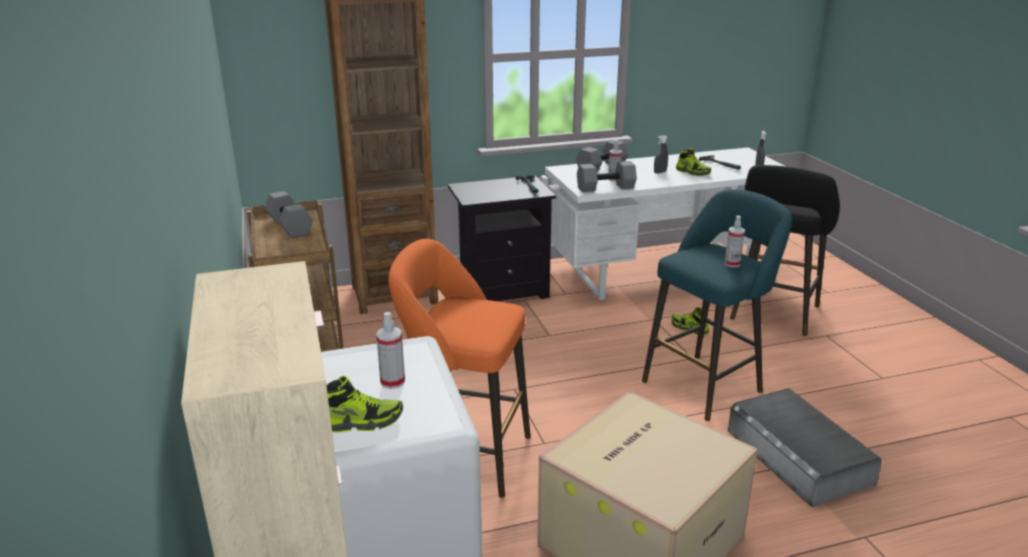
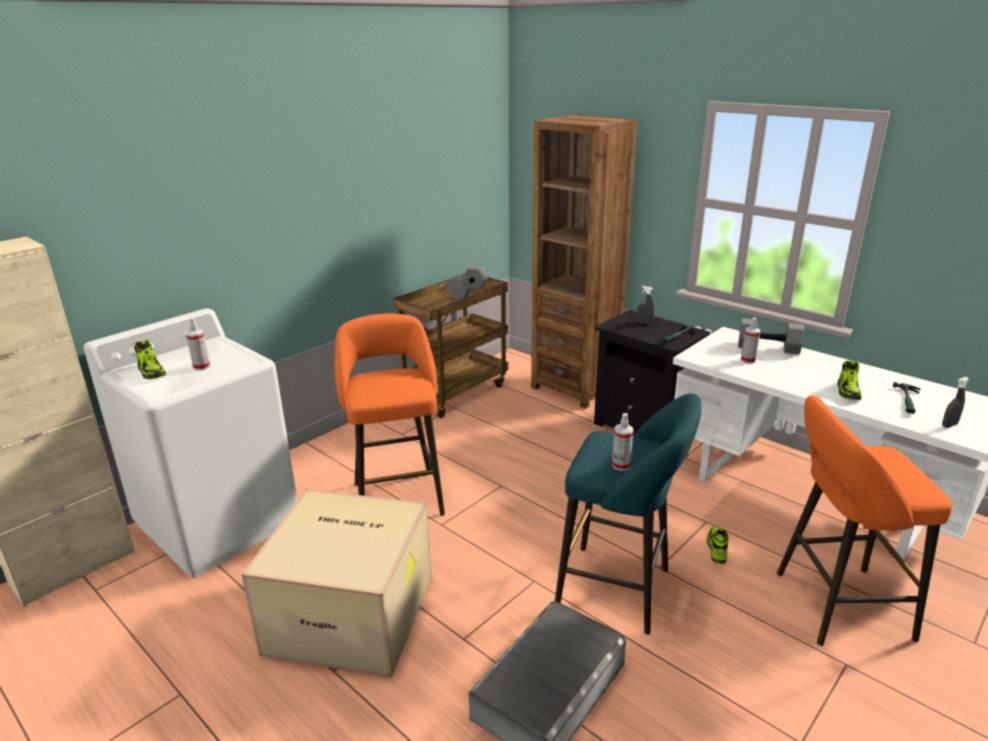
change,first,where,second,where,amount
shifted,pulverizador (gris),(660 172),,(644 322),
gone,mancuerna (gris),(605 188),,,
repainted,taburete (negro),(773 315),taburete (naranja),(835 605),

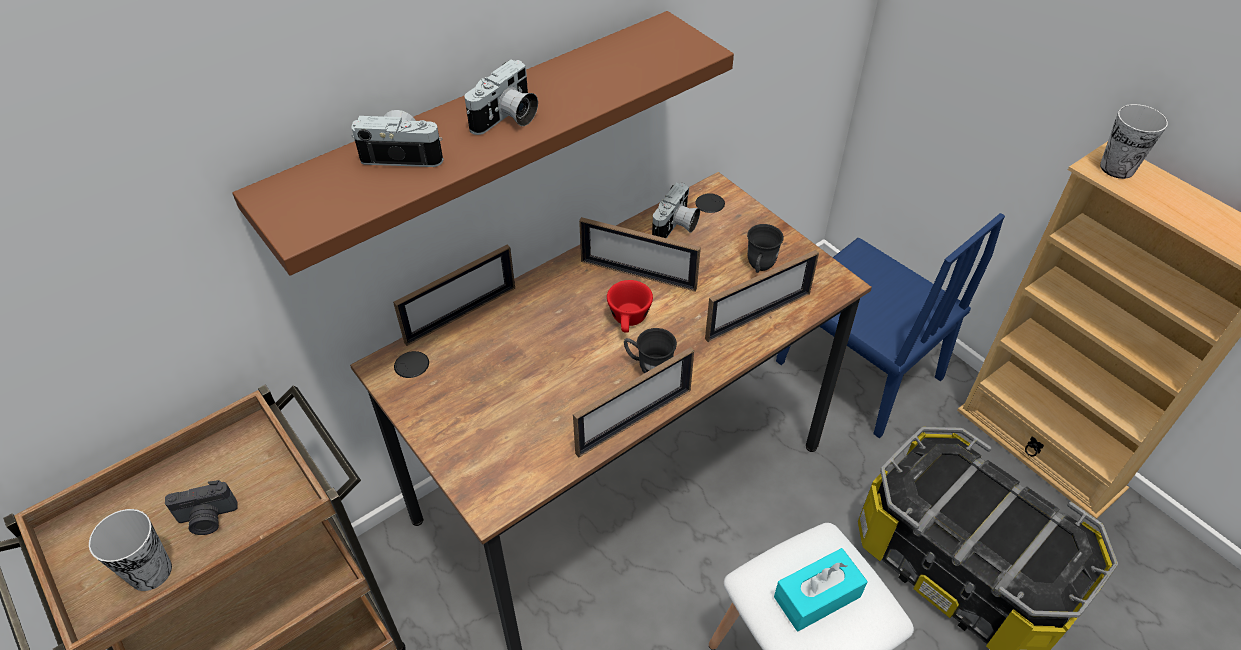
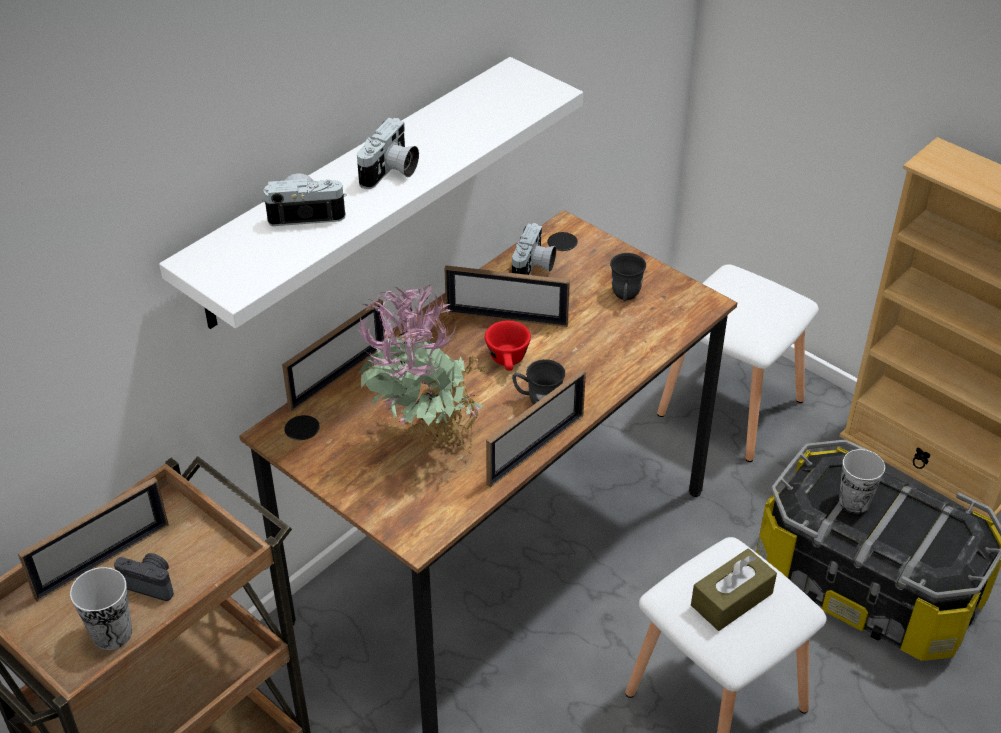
change,first,where,second,where,amount
repainted,estante (marrón),(479 135),estante (blanco),(353 192),
shifted,taza,(1117 168),,(854 502),
swapped,silla (azul),(858 369),taburete (blanco),(730 409),
shifted,portarretratos,(758 316),,(102 560),
rotated,cámara,(207 519),,(151 583),135 degrees counterclockwise
repainted,caja de pañuelos (turquesa),(817 596),caja de pañuelos (marrón),(731 599),
new,,,planta en maceta,(426 446),

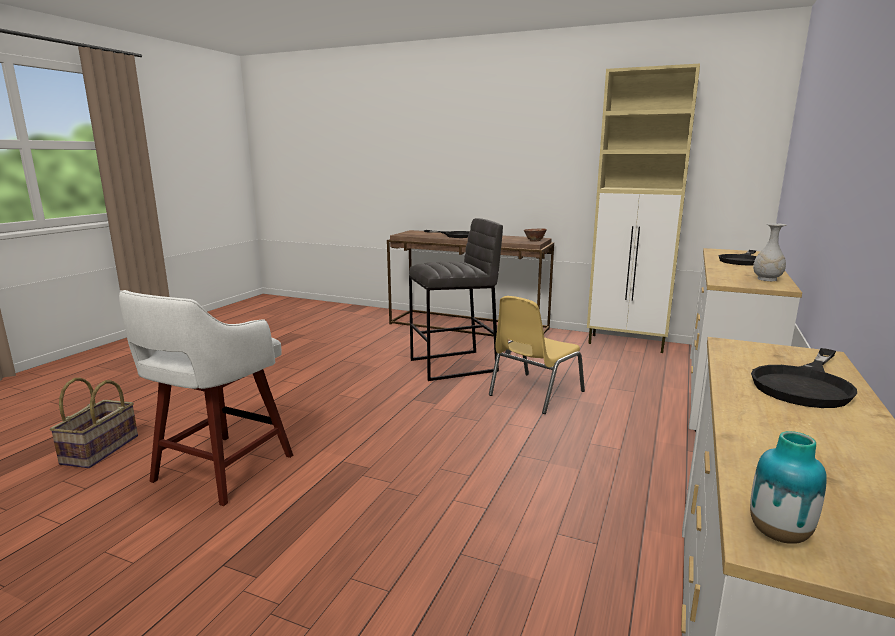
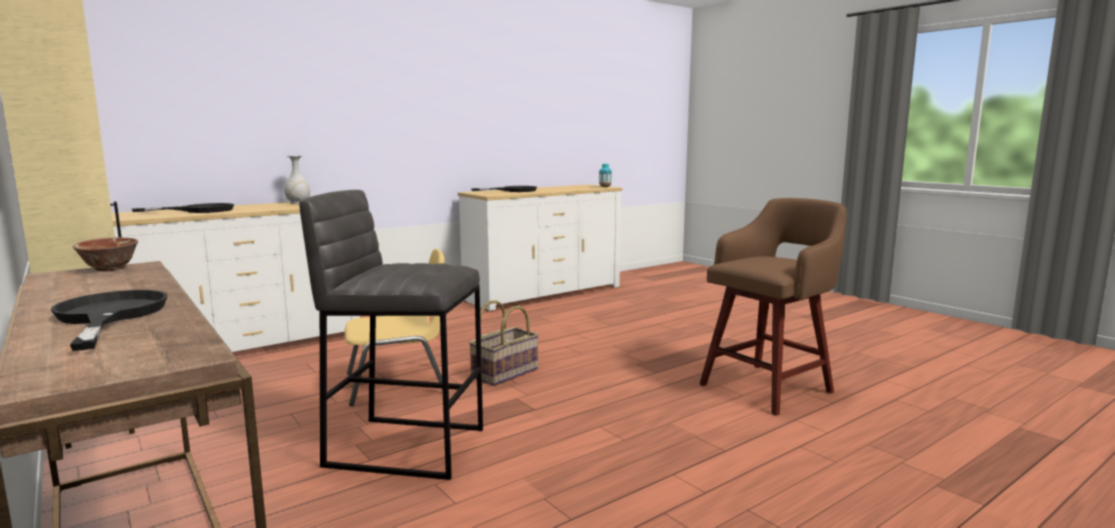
change,first,where,second,where,amount
repainted,taburete (blanco),(220 470),taburete (marrón),(768 387),
shifted,cesta,(101 450),,(504 373),

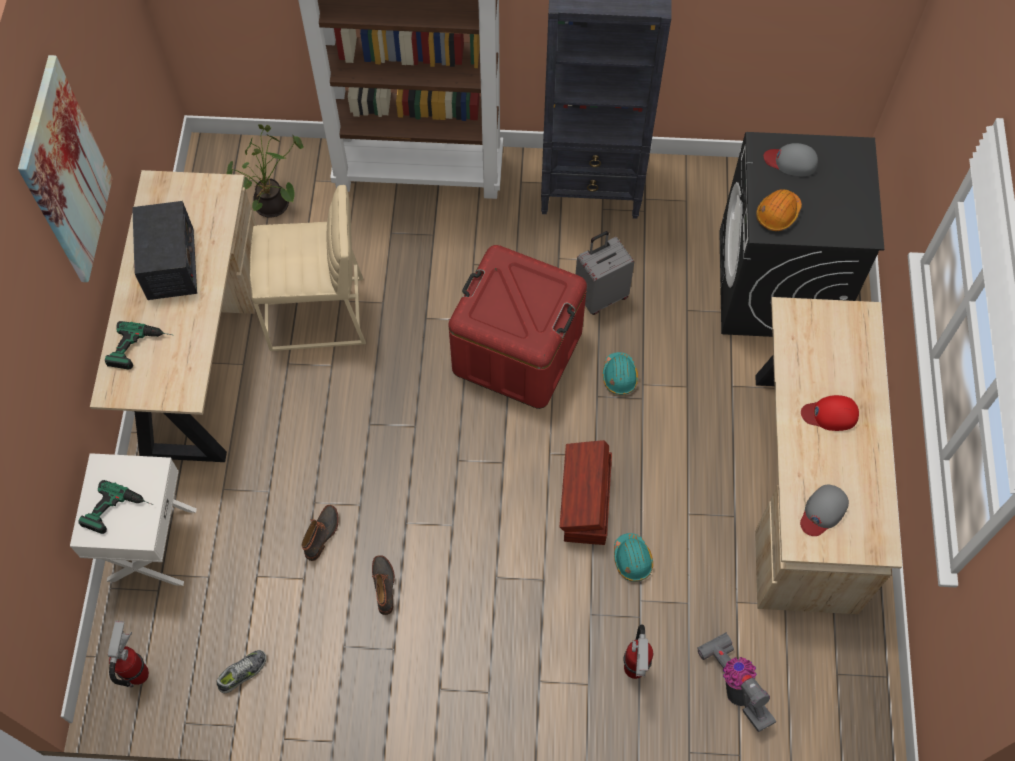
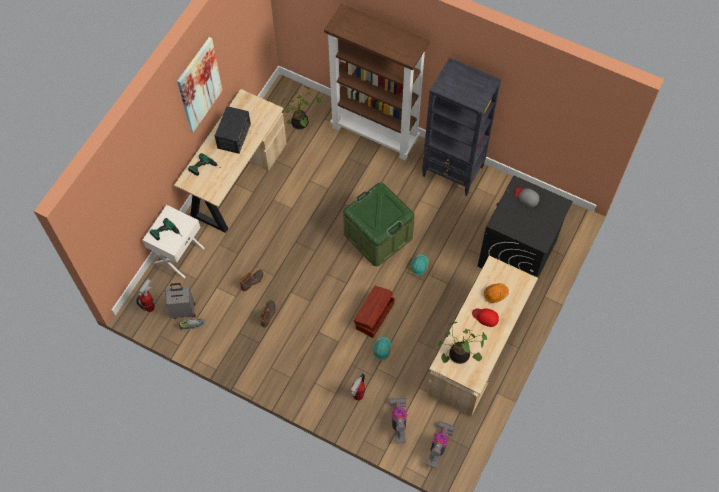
change,first,where,second,where,amount
gone,taburete (beis),(318 314),,,
shifted,casco (naranja),(777 214),,(495 294),
shifted,maleta (gris),(600 295),,(183 310),
repainted,caja de almacenaje (rojo),(517 351),caja de almacenaje (verde),(378 236),
swapped,gorra (gris),(823 511),planta en maceta,(458 356),
new,,,aspiradora,(439 446),

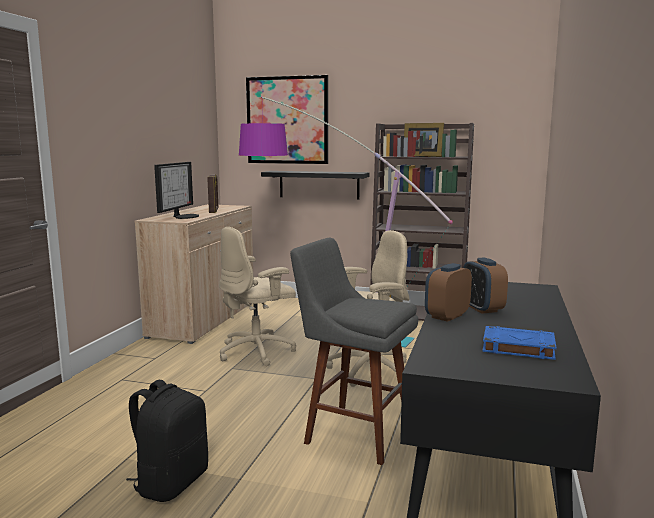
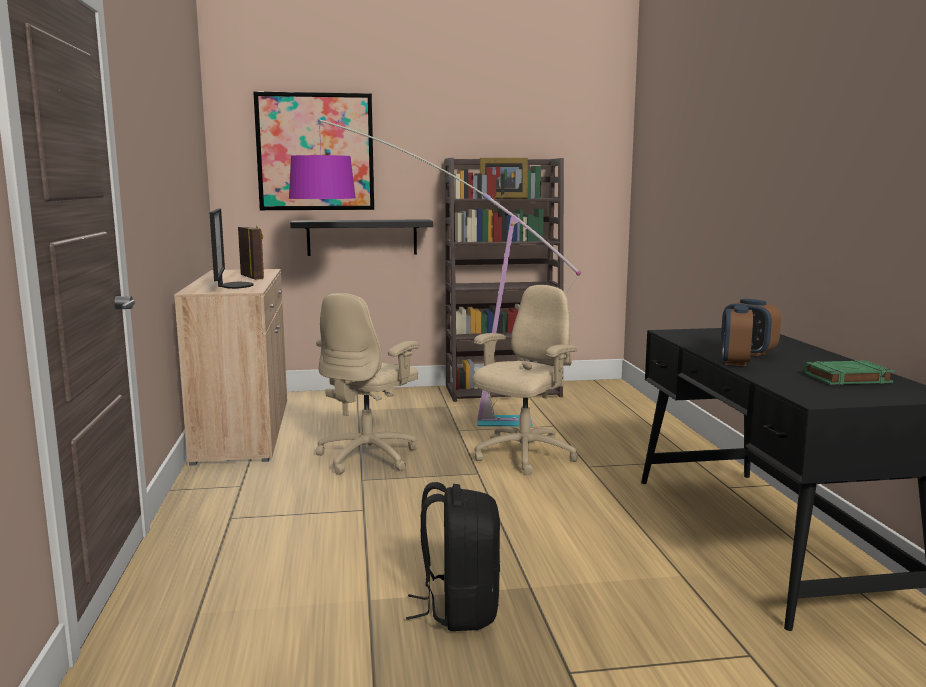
change,first,where,second,where,amount
gone,taburete (gris),(353 433),,,
repainted,libro (azul),(517 348),libro (verde),(846 378),

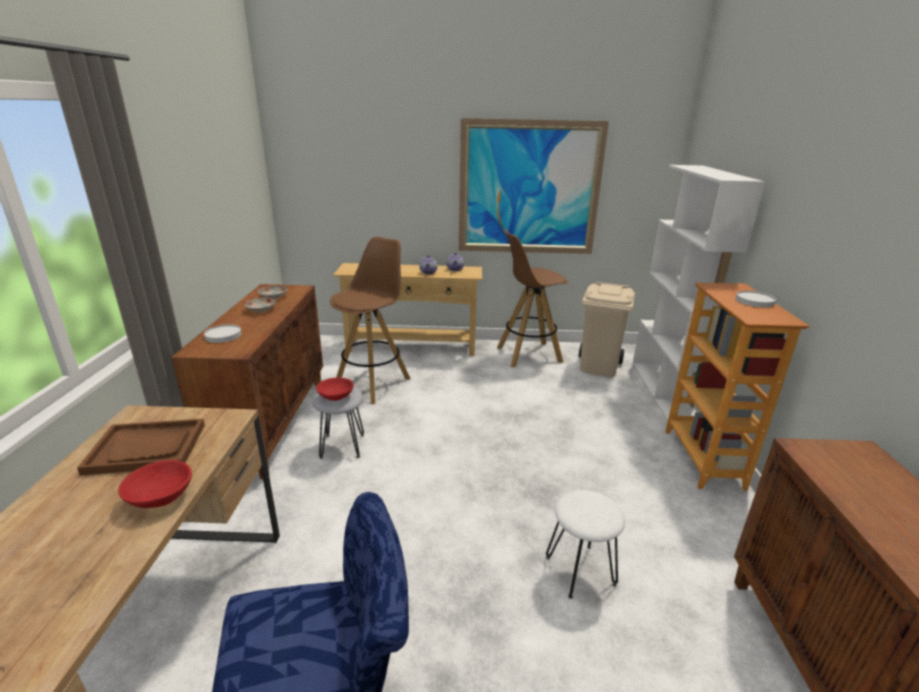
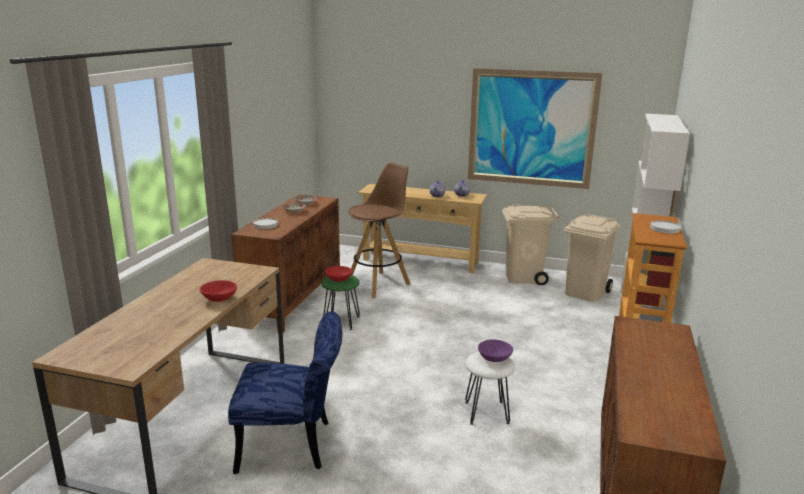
change,first,where,second,where,amount
swapped,taburete (marrón),(528 354),papelera (beis),(523 277),
repainted,taburete (gris),(342 445),taburete (verde),(341 321),
gone,bandeja (marrón),(147 448),,,
new,,,cuenco (morado),(494 358),

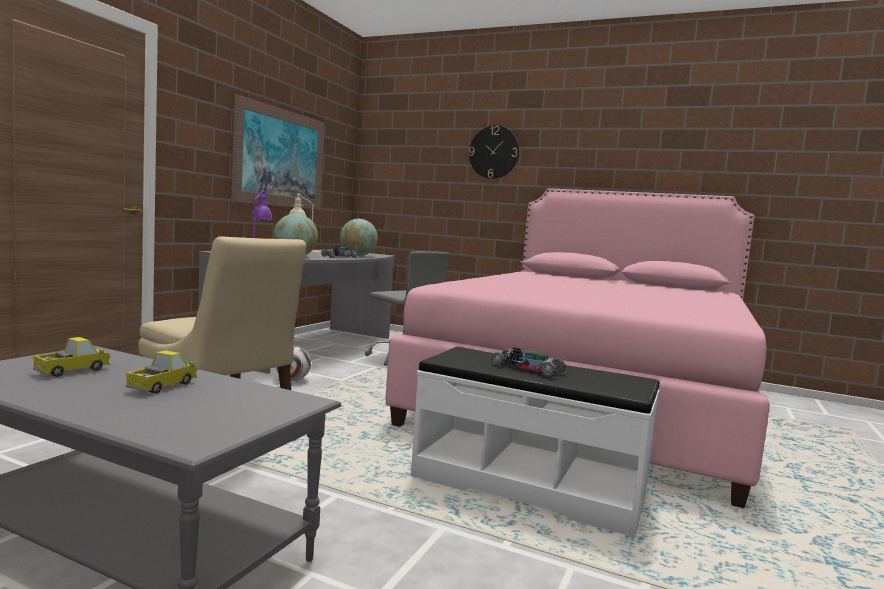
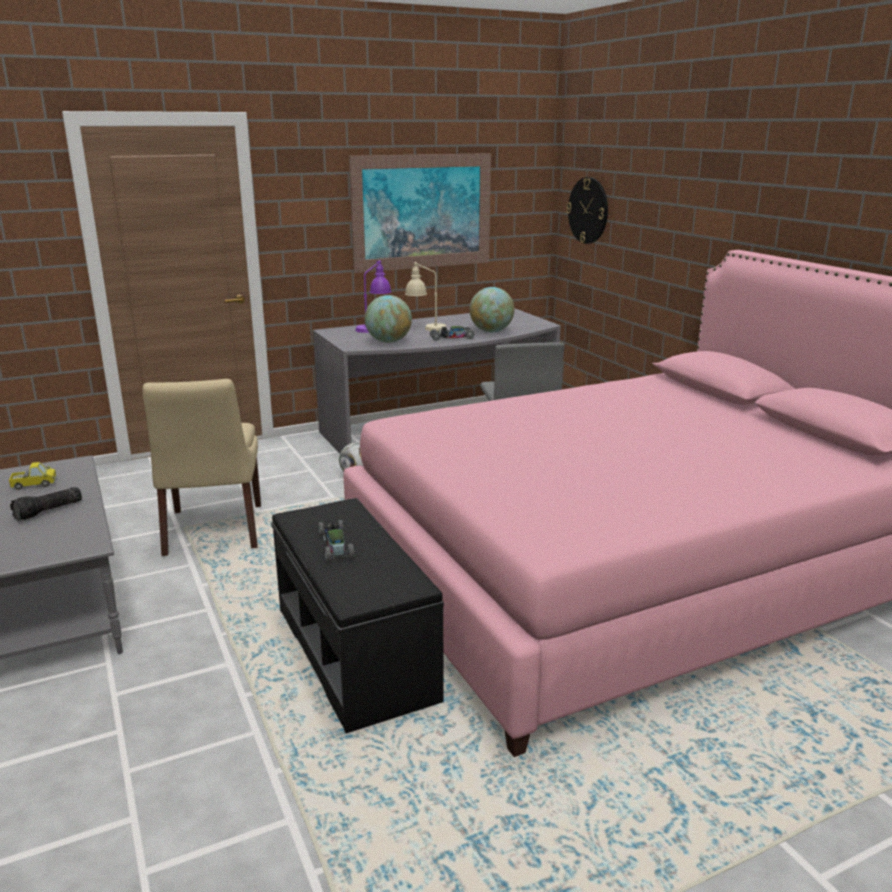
change,first,where,second,where,amount
shifted,reloj de pared,(494 152),,(588 210),
repainted,banco (blanco),(528 486),banco (negro),(356 653),
swapped,camión de juguete,(162 386),linterna,(48 511),

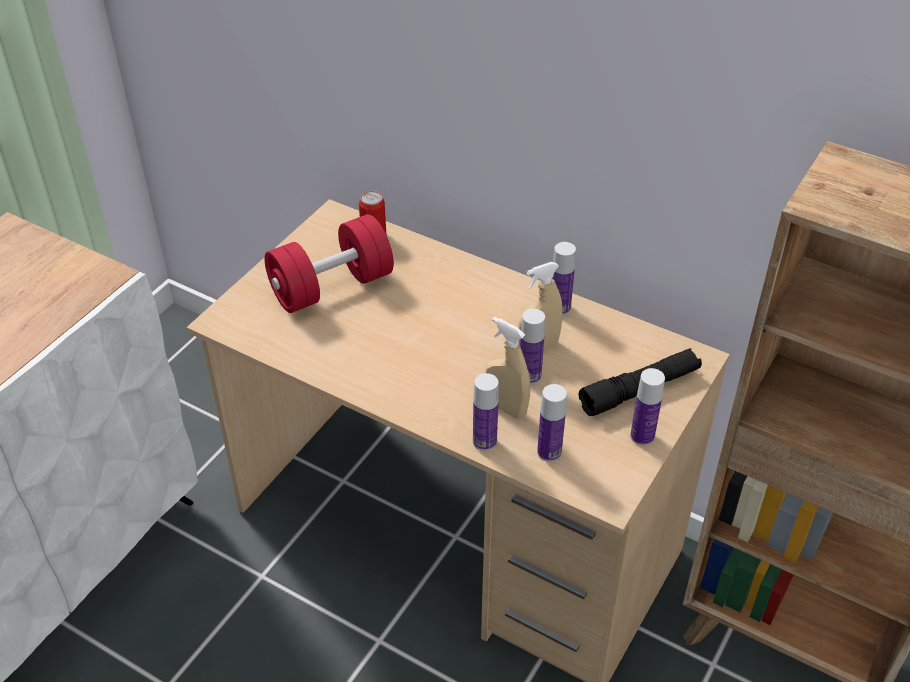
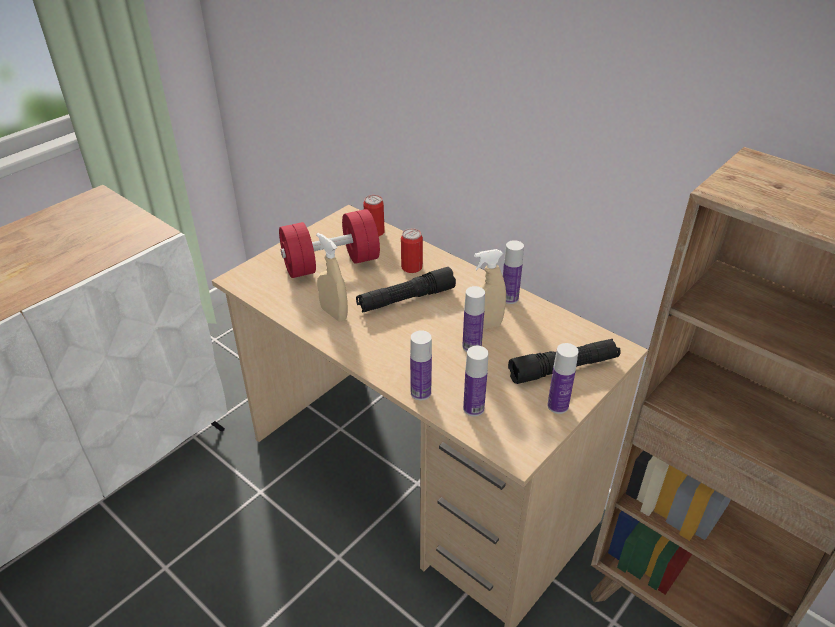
change,first,where,second,where,amount
shifted,pulverizador (beis),(506 408),,(334 313),
new,,,lata,(411 267),
new,,,linterna (negro),(406 299),

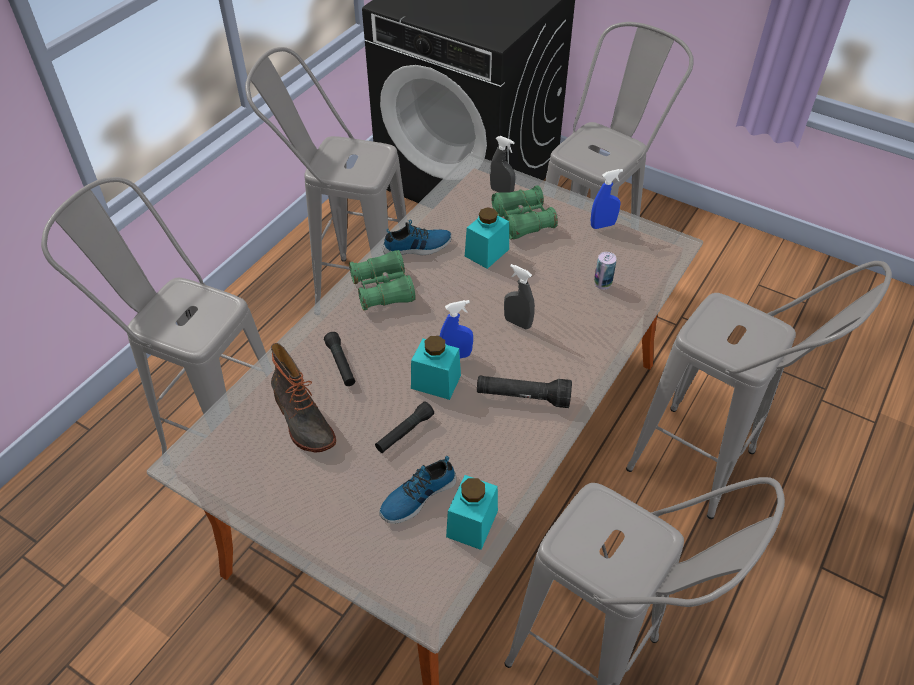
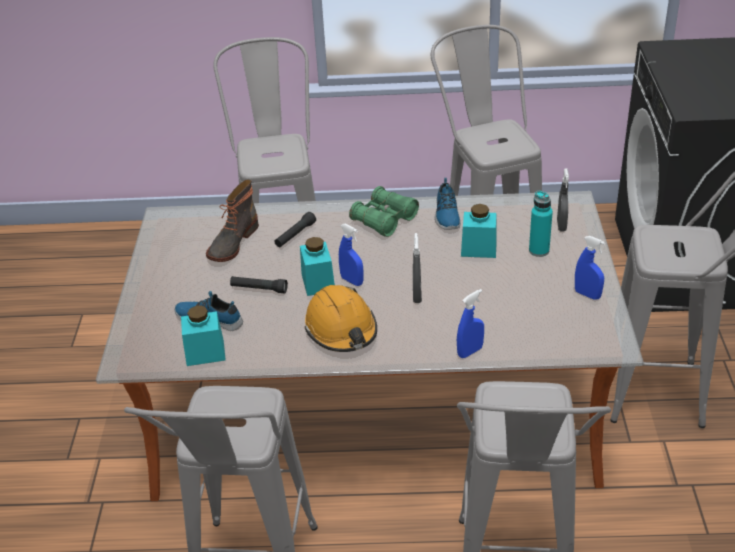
change,first,where,second,where,amount
swapped,prismáticos (verde),(523 221),botella (turquesa),(539 250),
rotated,zapato,(417 247),,(446 215),45 degrees clockwise
gone,lata,(602 283),,,
swapped,linterna (negro),(523 397),casco (naranja),(341 329),
new,,,pulverizador (azul),(470 351),

